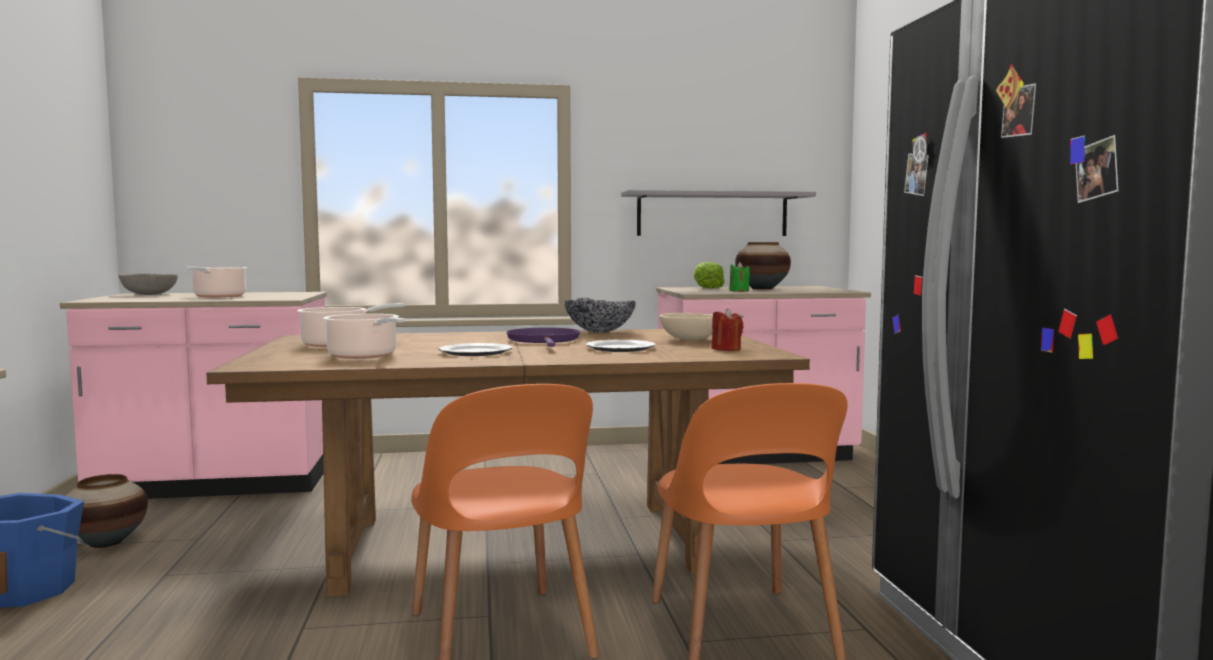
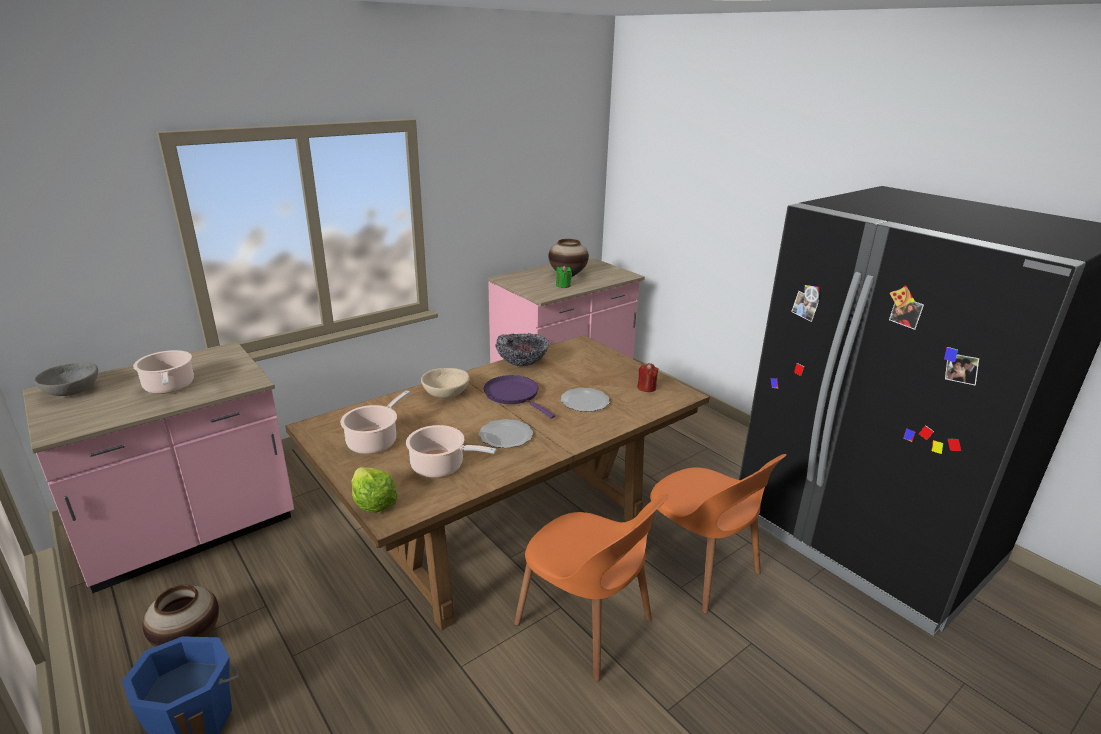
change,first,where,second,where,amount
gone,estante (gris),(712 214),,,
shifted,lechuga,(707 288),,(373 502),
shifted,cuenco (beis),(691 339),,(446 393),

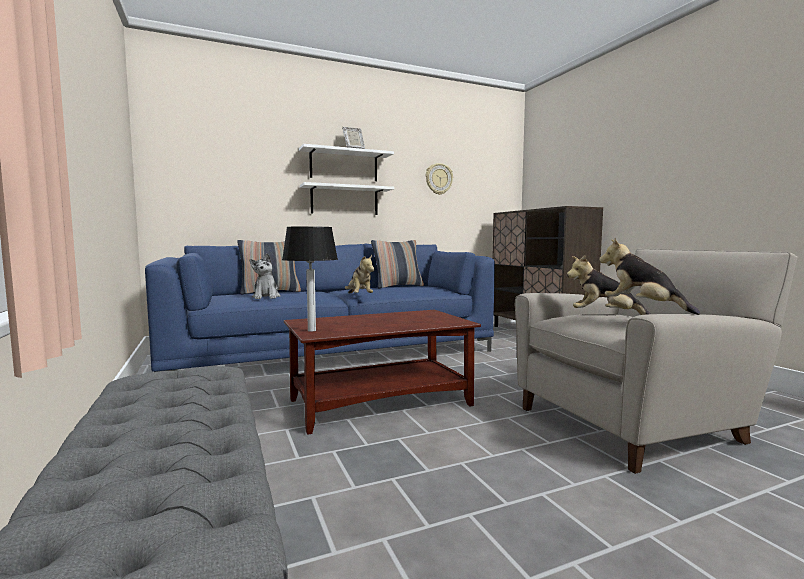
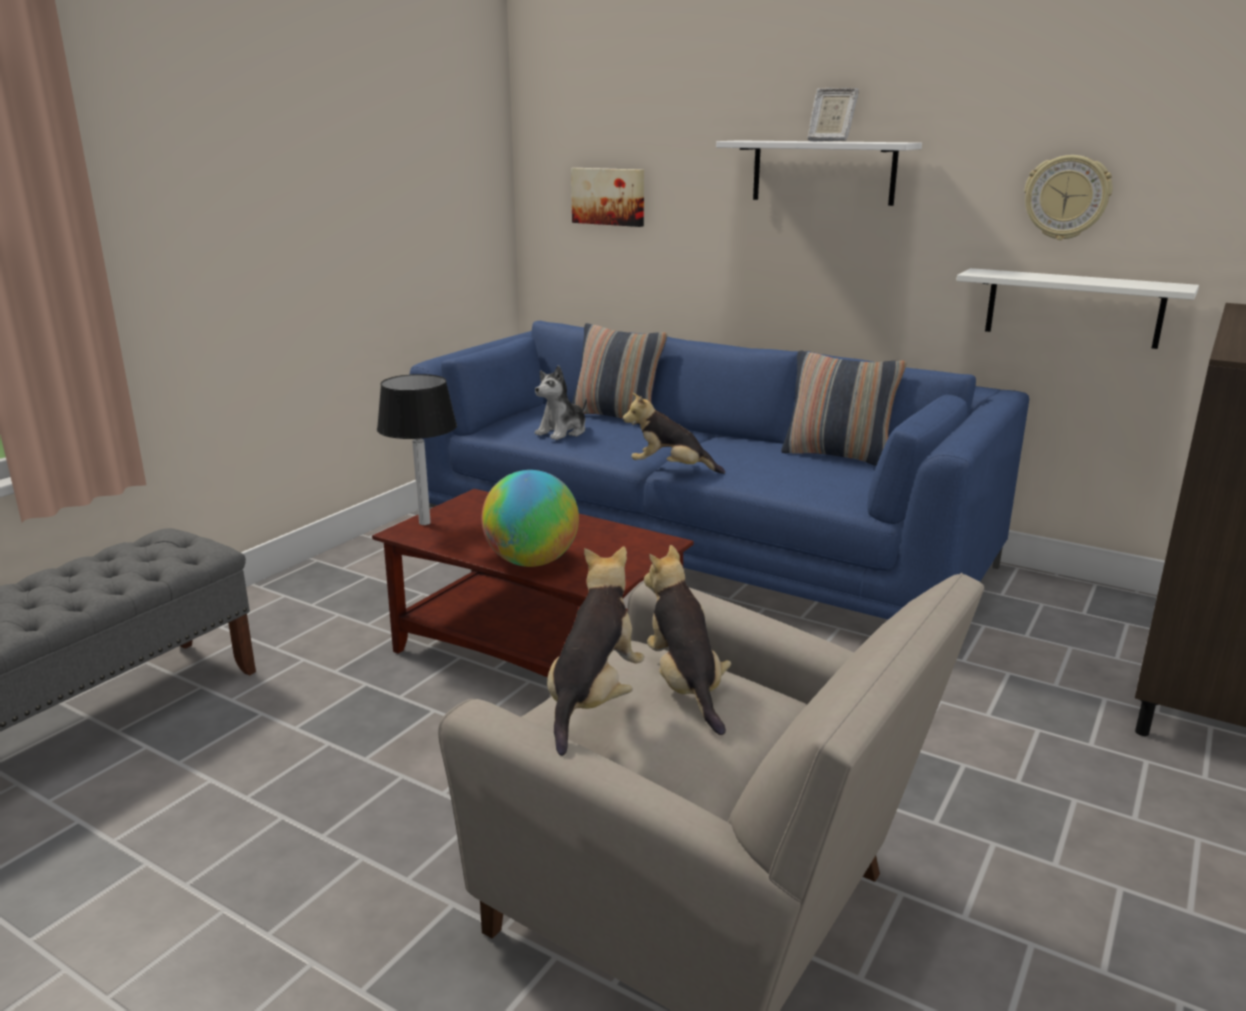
change,first,where,second,where,amount
shifted,estante (blanco),(344 200),,(1073 308),
rotated,peluche,(359 296),,(671 469),75 degrees clockwise
new,,,cuadro,(609 196),
new,,,globo terráqueo,(531 562),

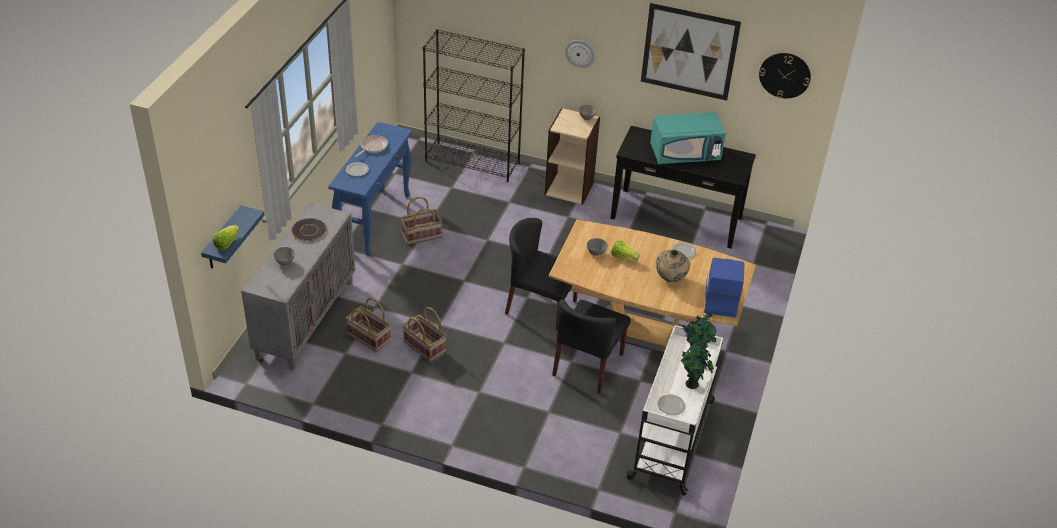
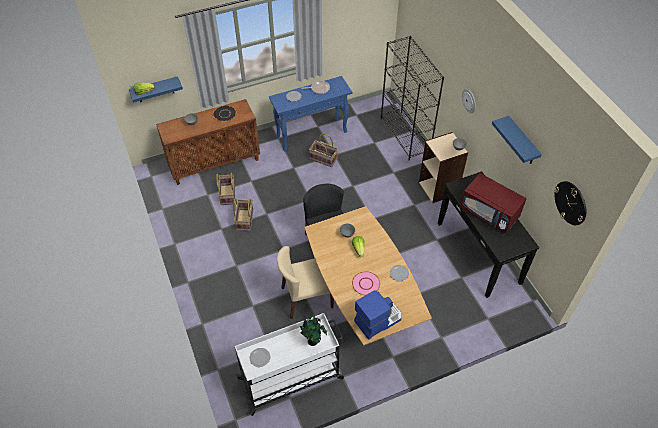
change,first,where,second,where,amount
swapped,cuadro,(689 52),estante (azul),(522 142),
repainted,microondas (turquesa),(685 154),microondas (rojo),(490 213),
repainted,armario (gris),(305 318),armario (marrón),(215 163),
swapped,florero (beis),(670 278),plato (rosa),(366 284),
repainted,silla (negro),(588 365),silla (beis),(306 298),
gone,planta en maceta,(693 384),,,

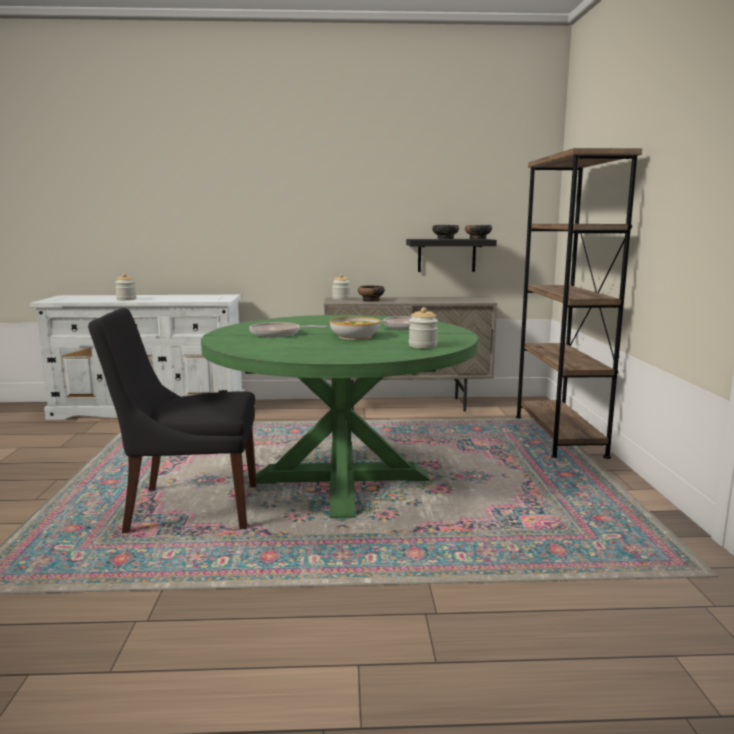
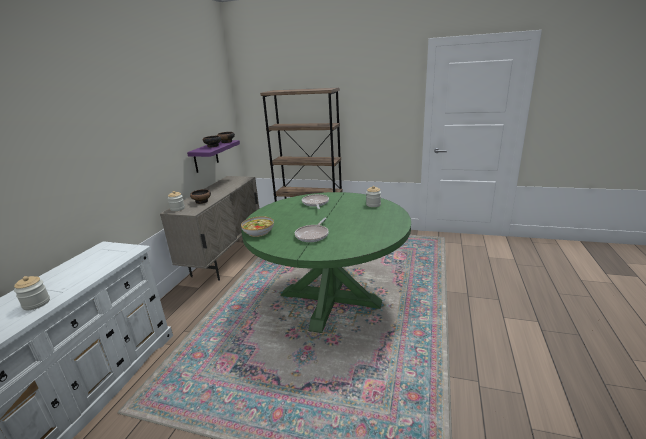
change,first,where,second,where,amount
repainted,estante (negro),(446 255),estante (morado),(206 156),
gone,silla (negro),(188 508),,,
shifted,cuenco,(354 336),,(258 232),

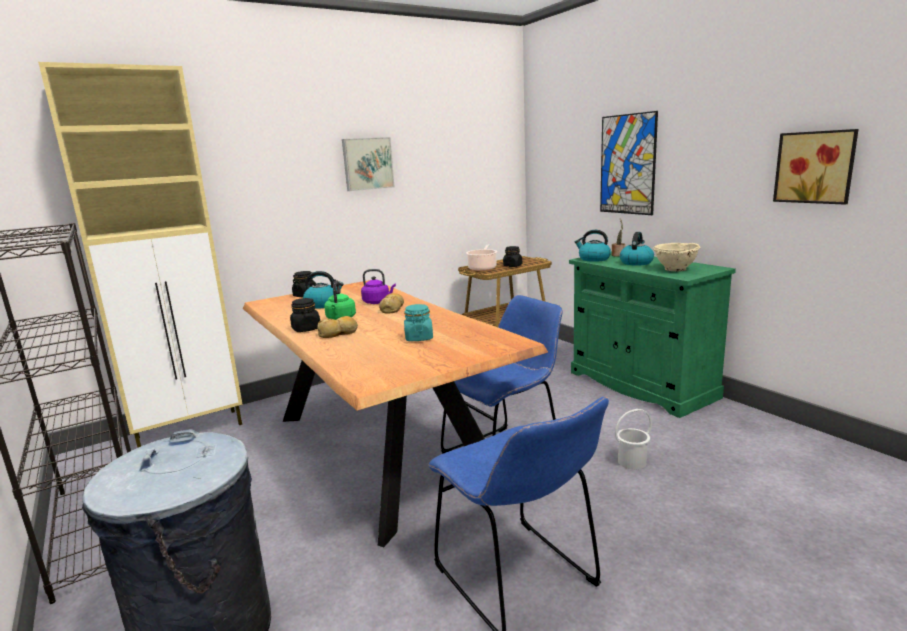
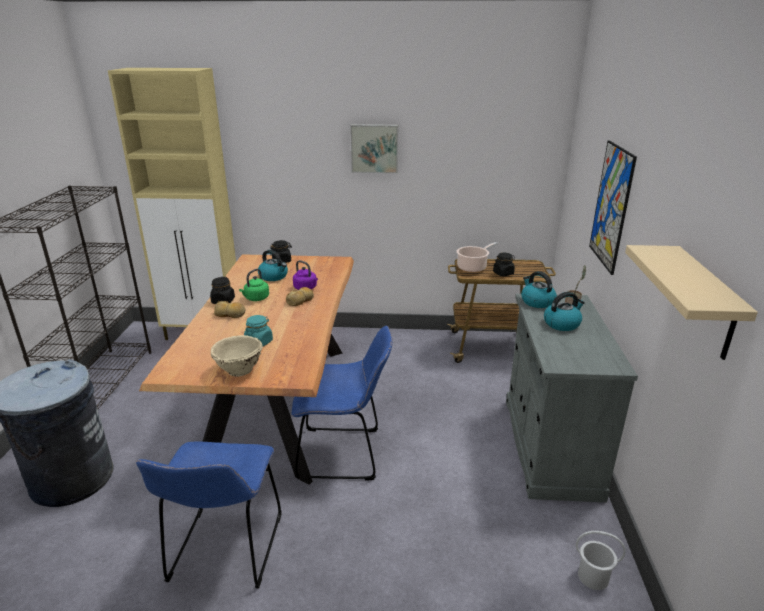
change,first,where,second,where,amount
swapped,cuadro,(815 167),estante (beis),(705 303),
shifted,cuenco (beis),(675 269),,(239 370),
repainted,armario (verde),(641 385),armario (gris),(549 446),
shifted,cubo (blanco),(632 462),,(593 577),

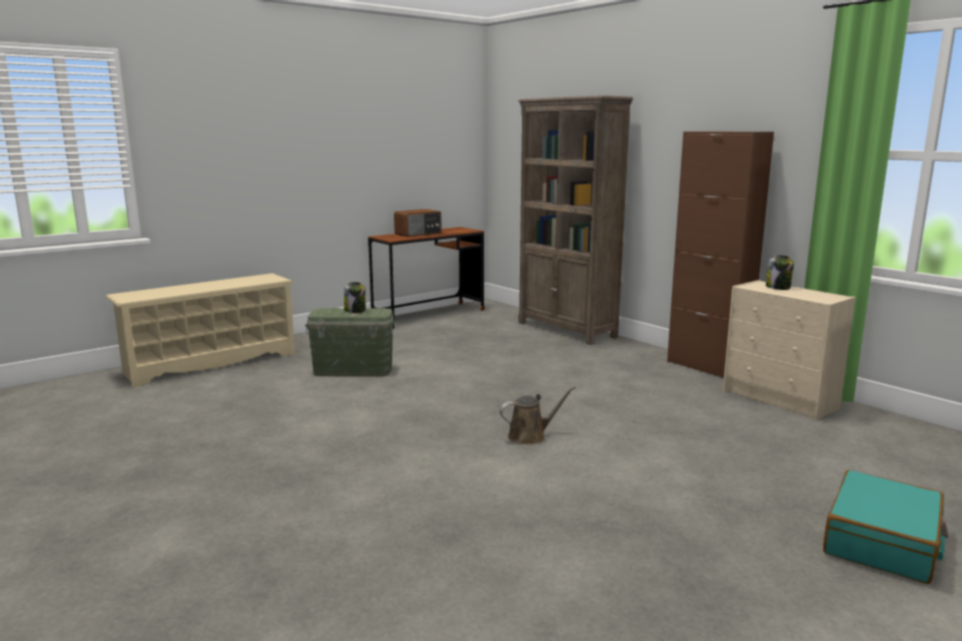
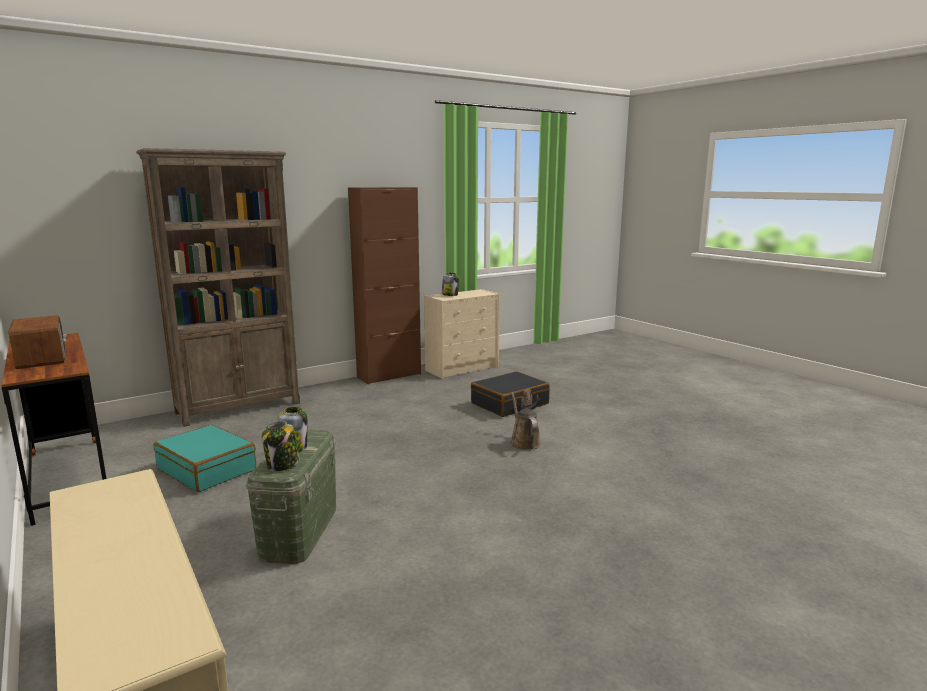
change,first,where,second,where,amount
shifted,maleta (turquesa),(882 542),,(207 469),
new,,,maleta (negro),(510 404),
new,,,tarro,(282 465),

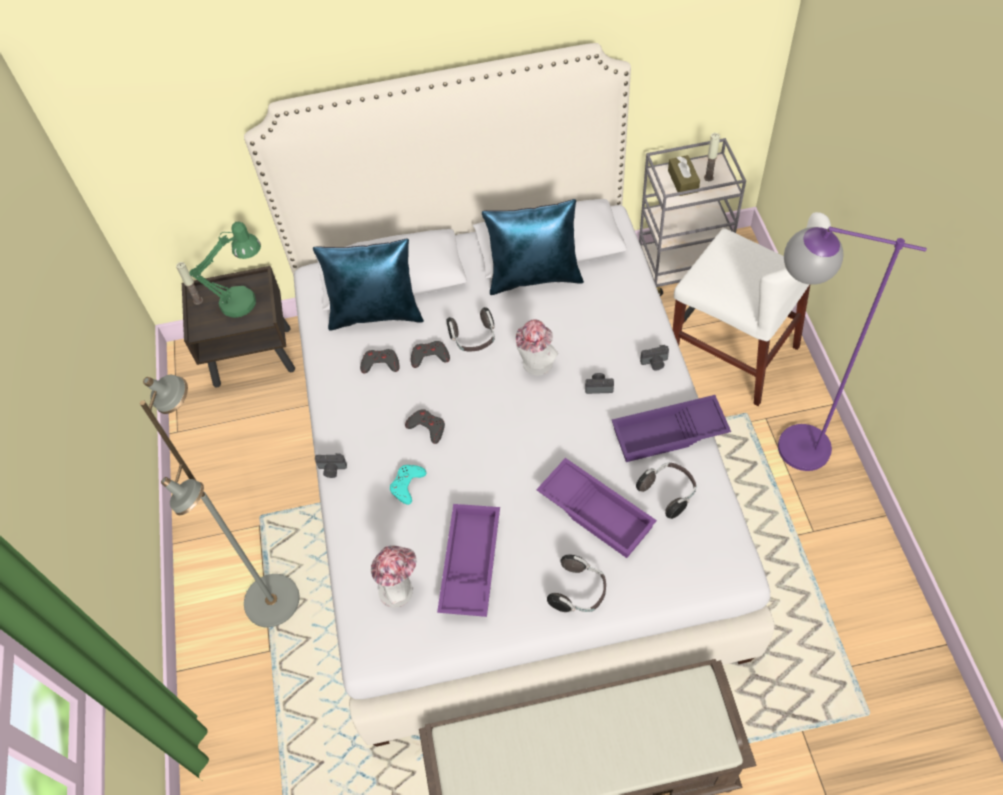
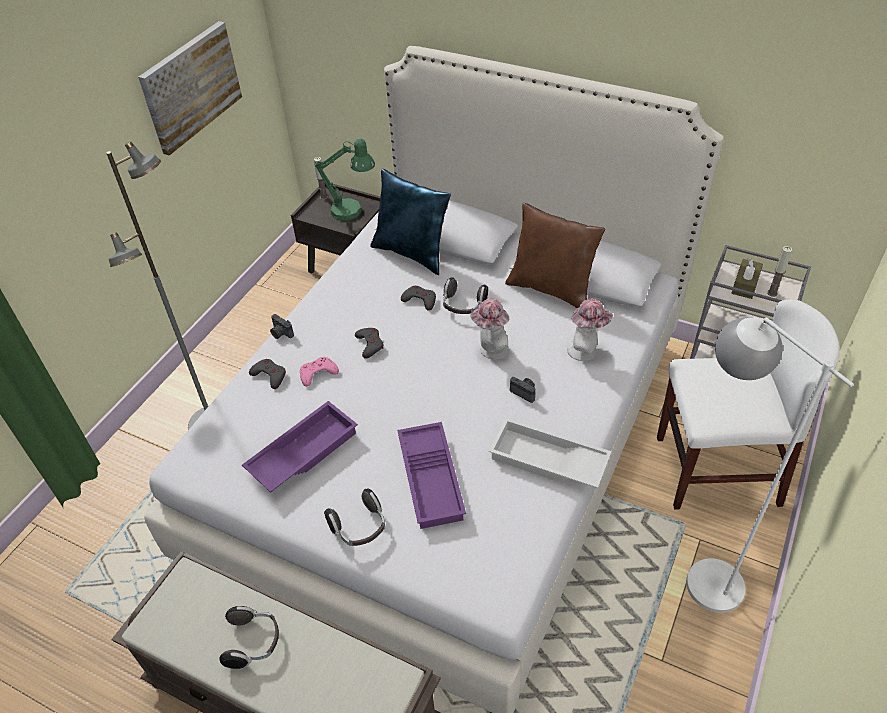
change,first,where,second,where,amount
repainted,cojín (azul),(534 276),cojín (marrón),(552 289),
rotated,silla (blanco),(733 353),,(716 470),75 degrees counterclockwise
repainted,lámpara de pie (morado),(784 443),lámpara de pie (blanco),(699 570),
gone,cámara,(655 363),,,
shifted,mando de consola (gris),(380 363),,(269 375),
repainted,bandeja (morado),(669 434),bandeja (blanco),(547 461),
shifted,auriculares,(668 493),,(253 642),
repainted,mando de consola (turquesa),(407 485),mando de consola (rosa),(318 373),
shifted,sombrero,(400 589),,(586 350),
new,,,cuadro,(191 86),

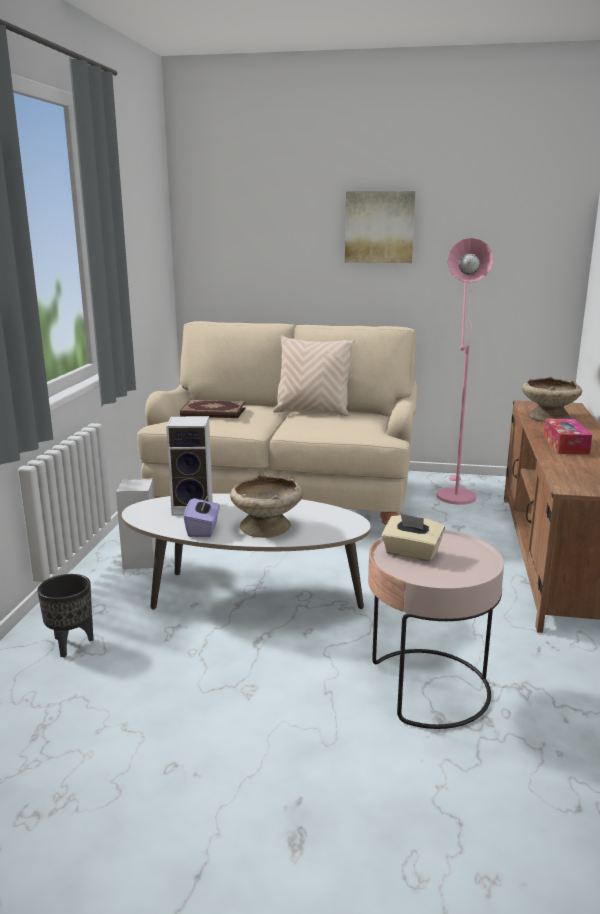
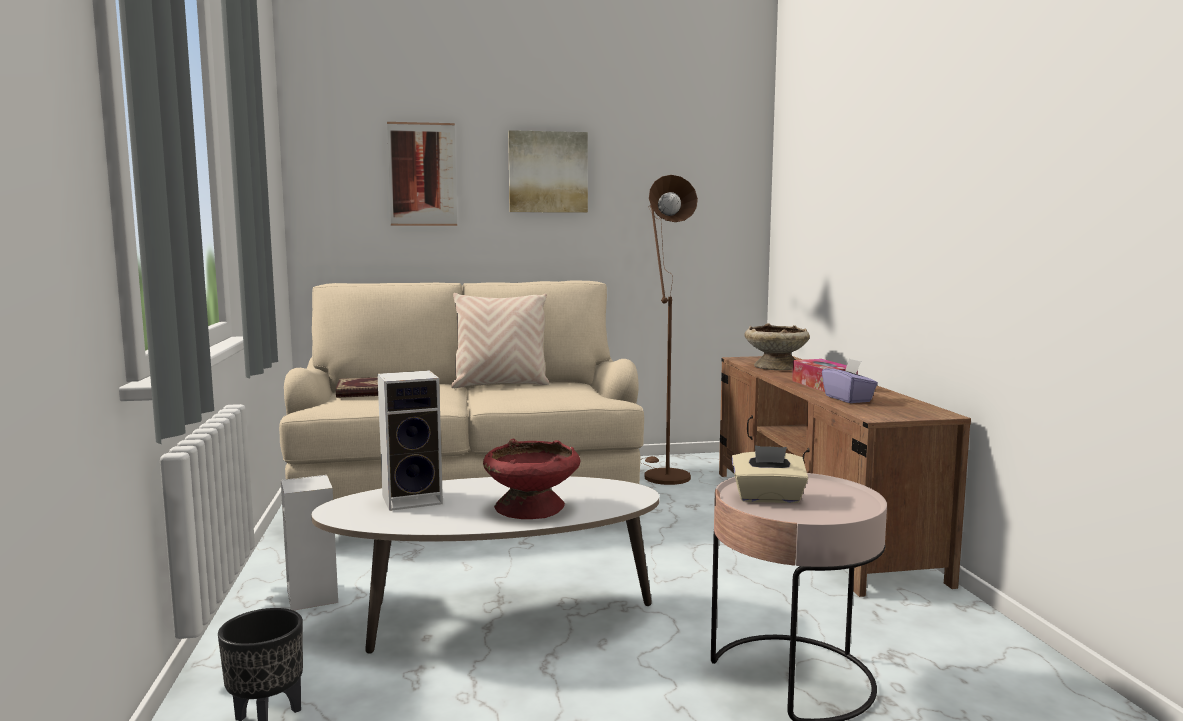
change,first,where,second,where,amount
repainted,lámpara de pie (rosa),(454 494),lámpara de pie (marrón),(662 475),
repainted,cuenco (beis),(267 527),cuenco (rojo),(532 508),
shifted,caja de pañuelos (morado),(203 530),,(848 399),
new,,,cuadro,(422 174),

